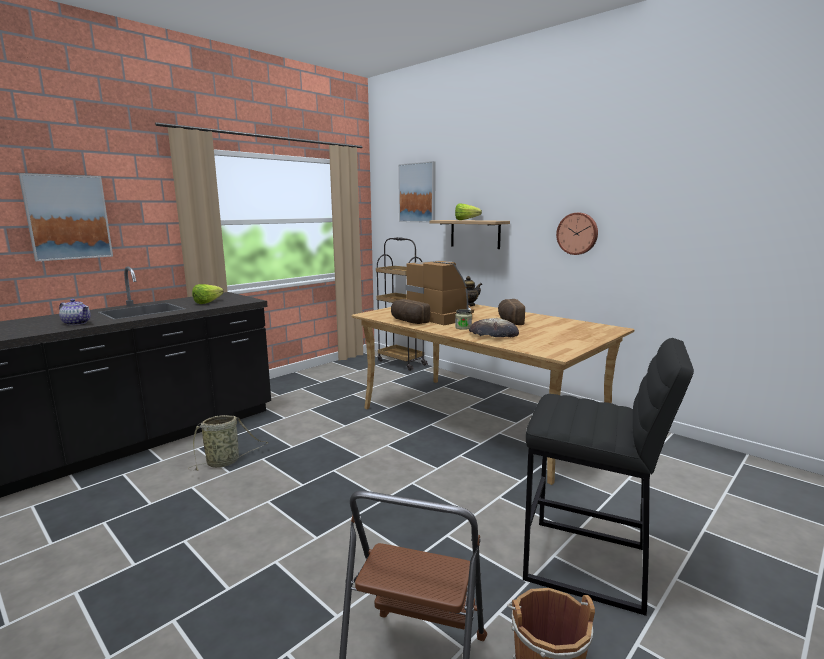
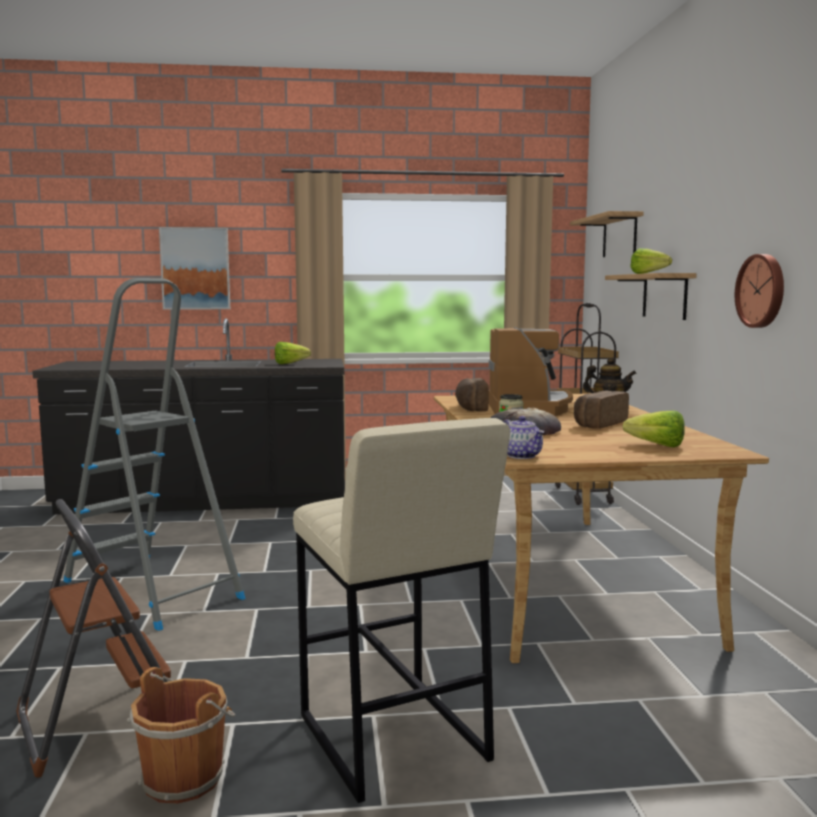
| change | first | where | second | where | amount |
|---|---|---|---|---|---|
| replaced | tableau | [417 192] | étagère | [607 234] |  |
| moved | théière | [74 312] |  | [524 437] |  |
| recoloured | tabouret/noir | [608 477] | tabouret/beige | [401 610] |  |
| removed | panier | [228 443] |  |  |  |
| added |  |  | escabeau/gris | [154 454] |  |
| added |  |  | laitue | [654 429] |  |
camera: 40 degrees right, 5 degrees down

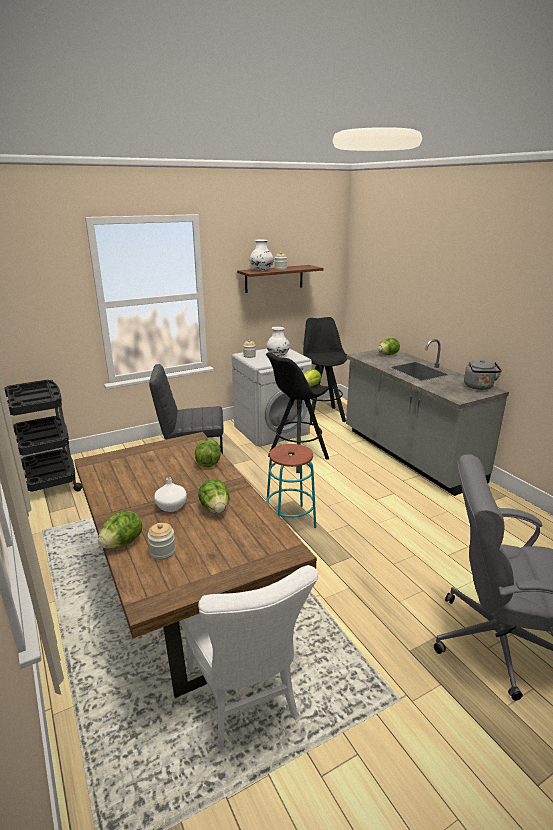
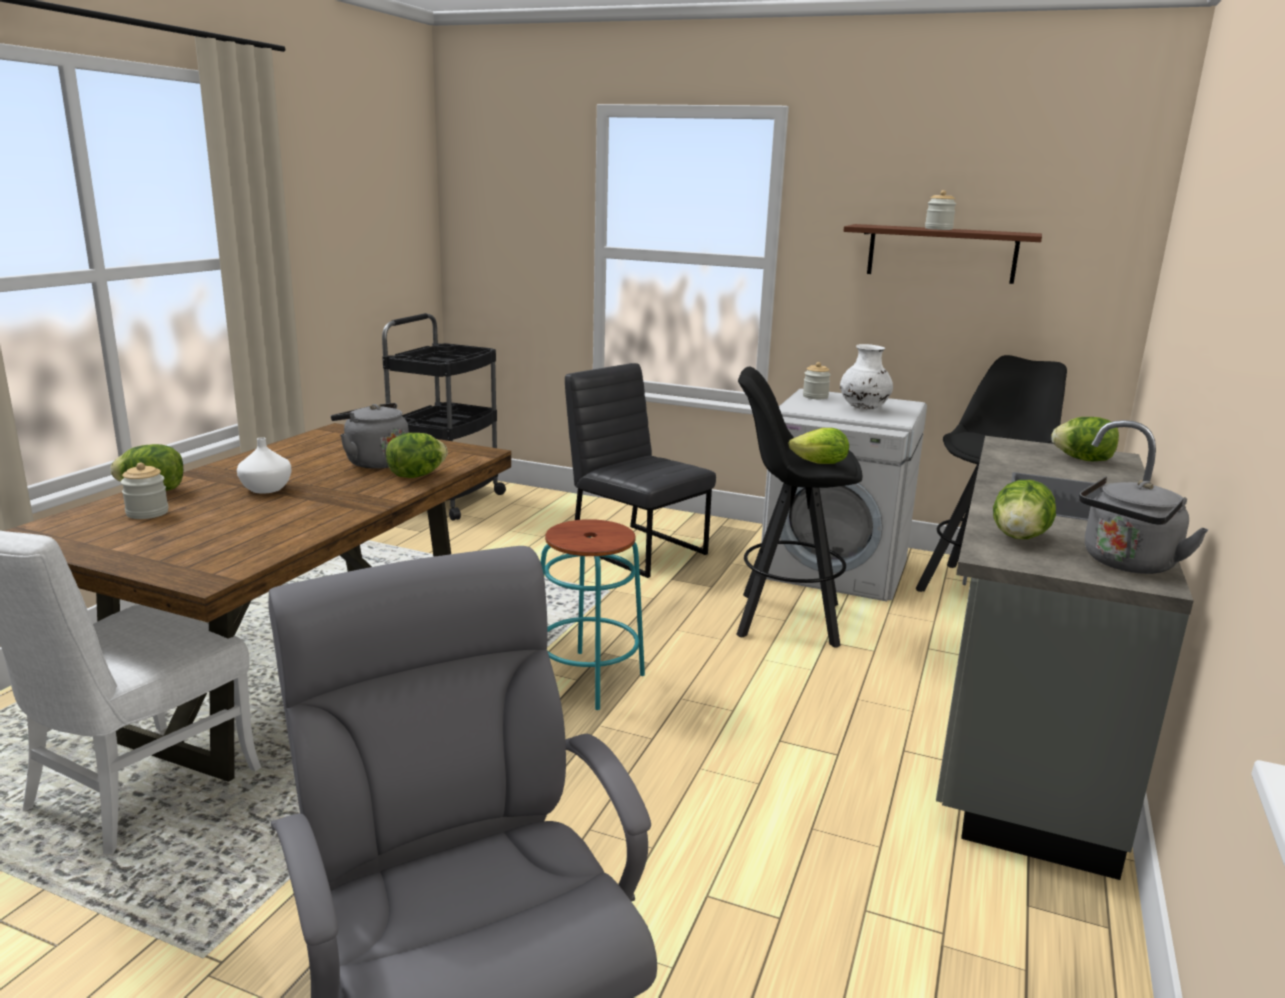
| change | first | where | second | where | amount |
|---|---|---|---|---|---|
| removed | vase/blanc | [262 255] |  |  |  |
| moved | laitue | [213 496] |  | [1024 509] |  |
| added |  |  | bouilloire/gris | [370 436] |  |
camera: 50 degrees right, 5 degrees down

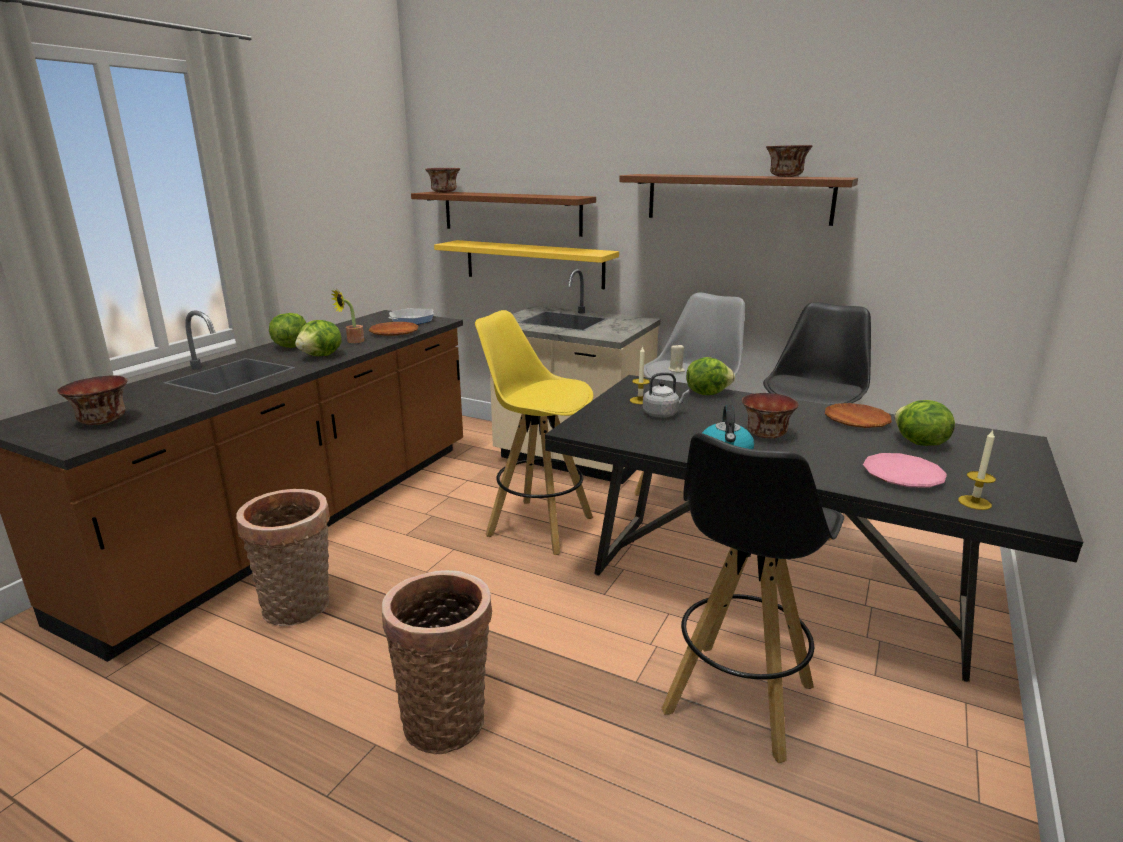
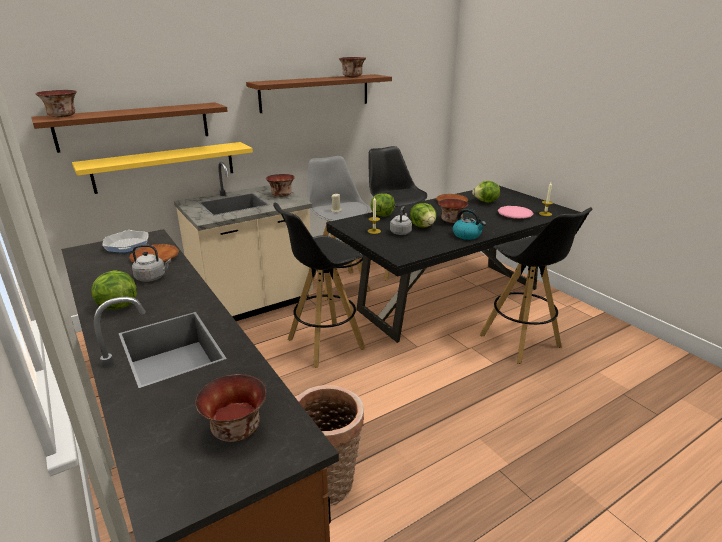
| change | first | where | second | where | amount |
|---|---|---|---|---|---|
| replaced | plante en pot | [348 316] | bouilloire/gris | [151 263] |  |
| recoloured | tabouret/jaune | [534 432] | tabouret/noir | [319 285] |  |
| moved | laitue | [318 338] |  | [423 215] |  |
| removed | panier | [437 662] |  |  |  |
| added |  |  | bol | [280 185] |  |
camera: 60 degrees left, 5 degrees up

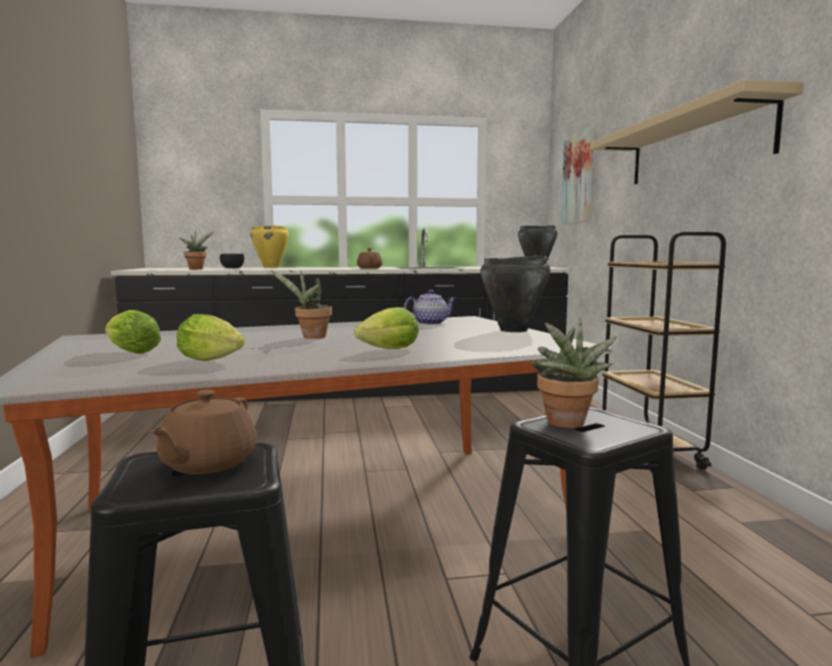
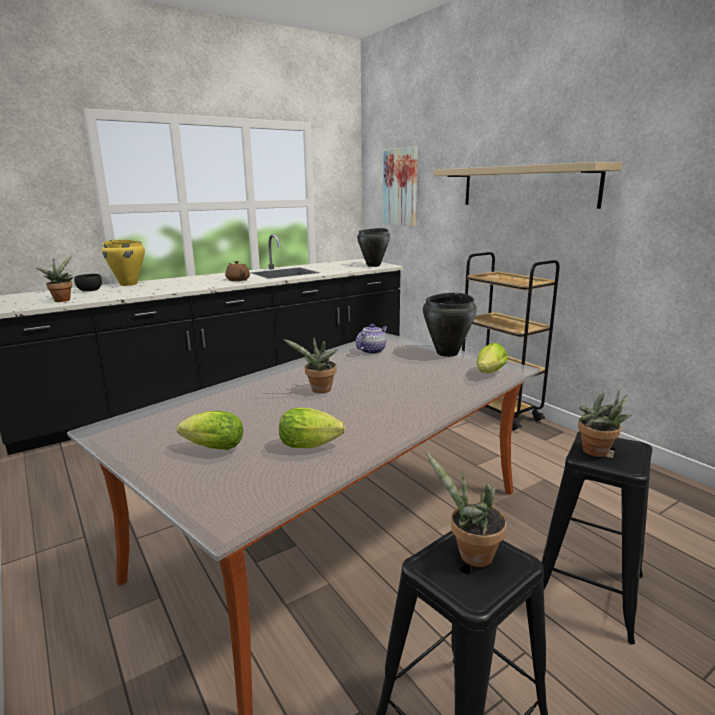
| change | first | where | second | where | amount |
|---|---|---|---|---|---|
| moved | laitue | [386 328] |  | [492 358] |  |
| replaced | théière/marron | [203 432] | plante en pot | [466 509] |  |
camera: 25 degrees left, 10 degrees up

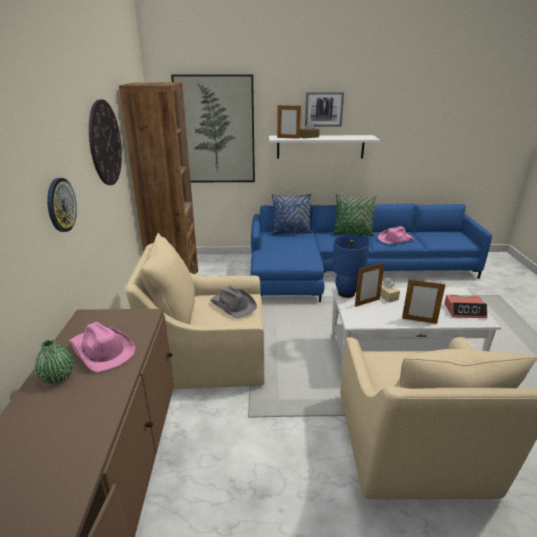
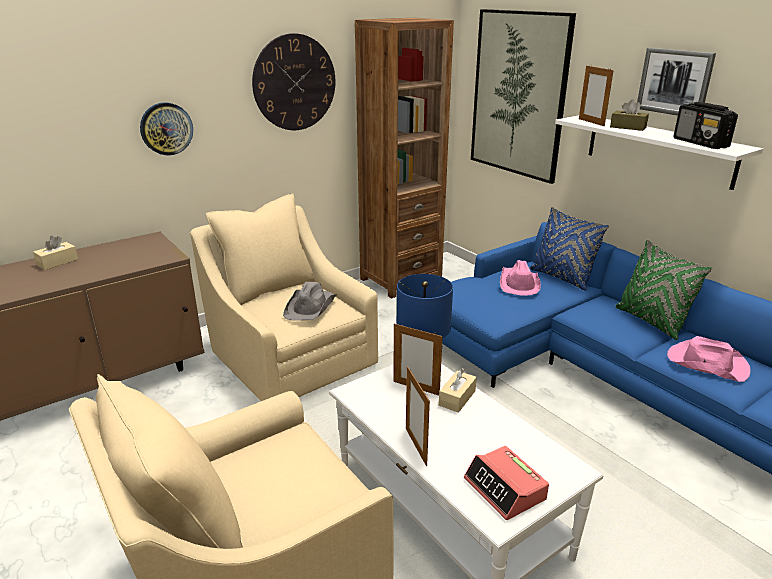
| change | first | where | second | where | amount |
|---|---|---|---|---|---|
| moved | chapeau/rose | [102 347] |  | [520 278] |  |
| replaced | vase/vert | [54 362] | boîte à mouchoirs/beige | [55 253] |  |
| added |  |  | radio | [705 125] |  |
camera: 55 degrees right, 0 degrees up

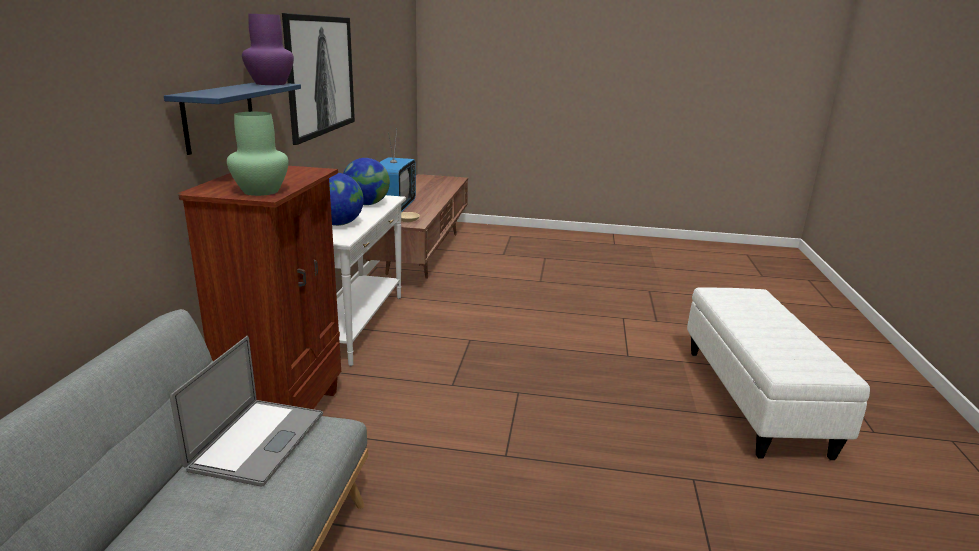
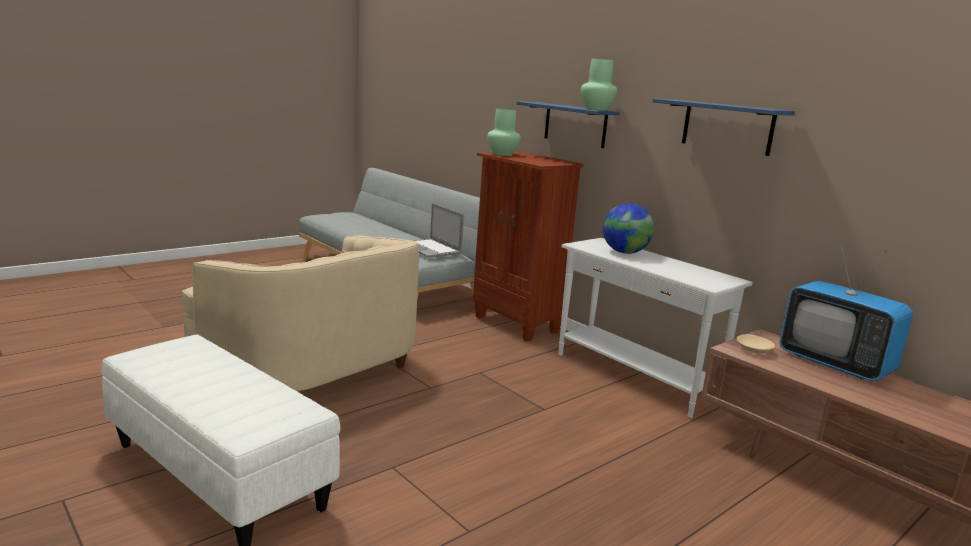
| change | first | where | second | where | amount |
|---|---|---|---|---|---|
| replaced | tableau | [318 79] | étagère/bleu | [724 127] |  |
| recoloured | vase/violet | [268 49] | vase/vert | [599 85] |  |
| removed | globe | [366 181] |  |  |  |
| added |  |  | fauteuil/beige | [300 313] |  |
camera: 130 degrees right, 5 degrees down

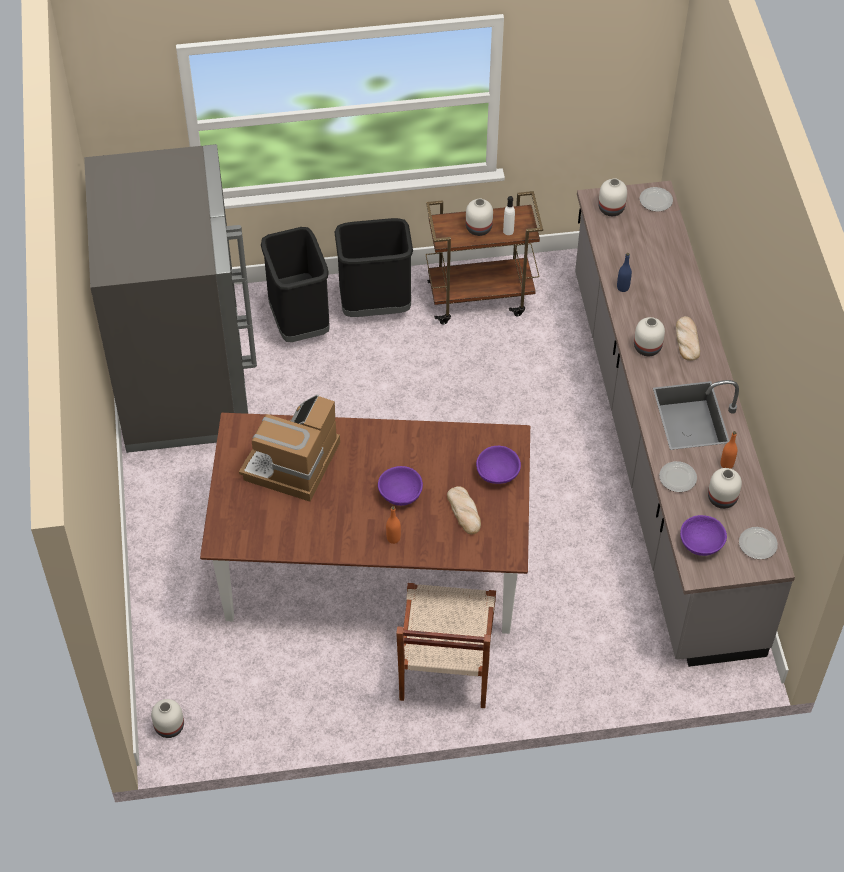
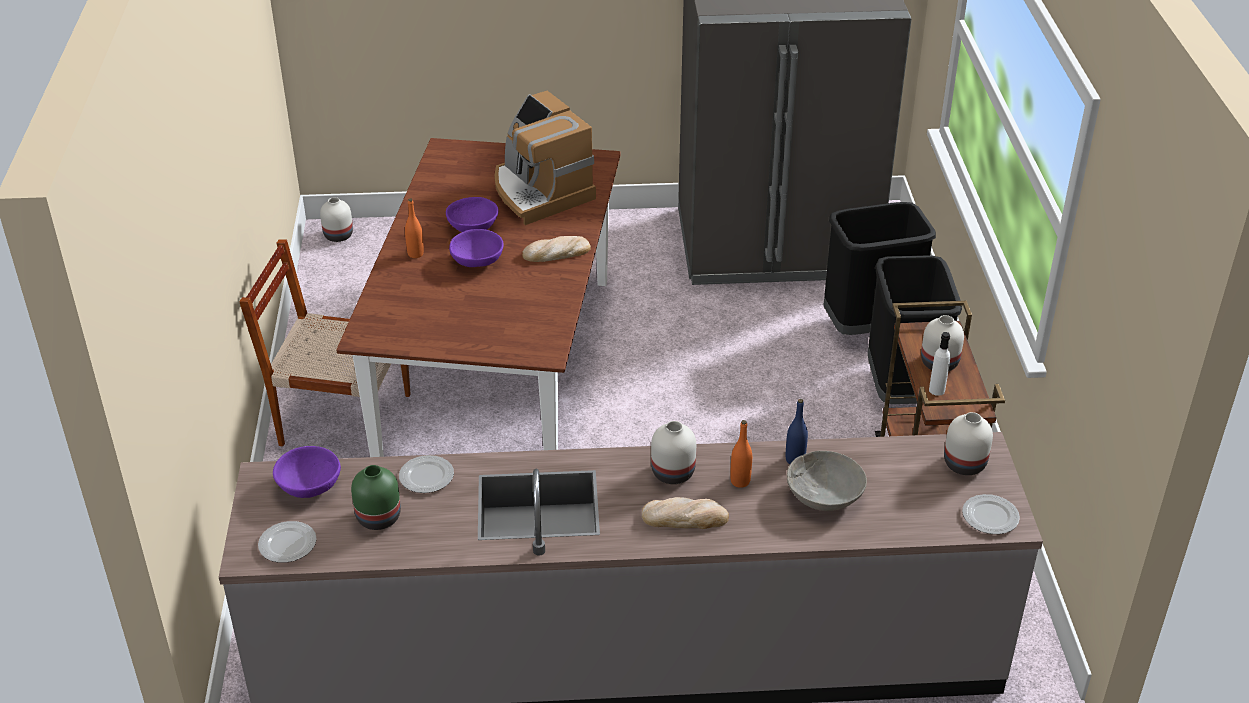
| change | first | where | second | where | amount |
|---|---|---|---|---|---|
| turned | machine à café | [289 448] |  | [545 158] | 150 degrees counterclockwise |
| moved | bouteille/orange | [729 450] |  | [741 454] |  |
| moved | bol/violet | [498 465] |  | [472 214] |  |
| recoloured | vase/blanc | [725 488] | vase/vert | [376 497] |  |
| moved | pain | [464 510] |  | [556 249] |  |
| added |  |  | bol/gris | [827 481] |  |
camera: 95 degrees right, 15 degrees down

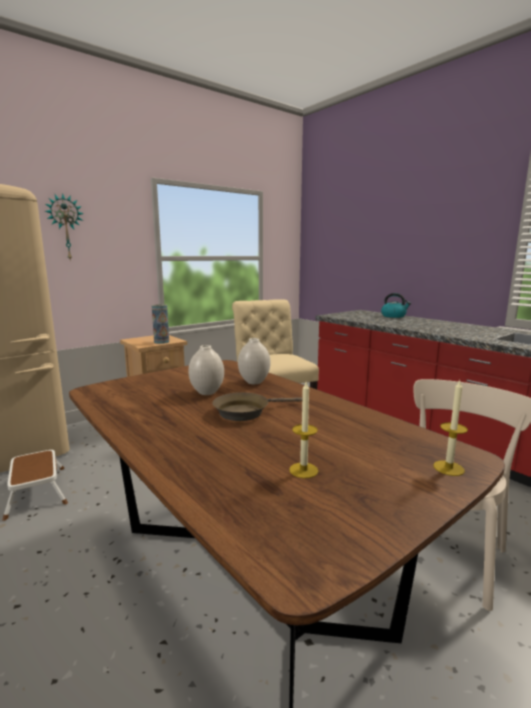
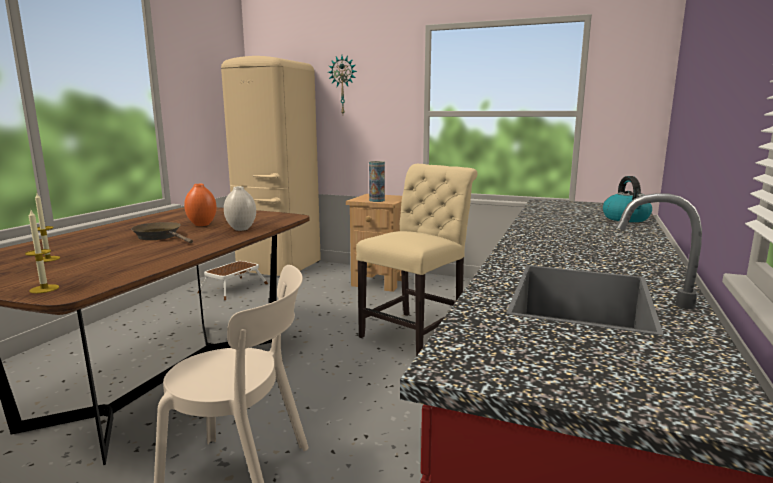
| change | first | where | second | where | amount |
|---|---|---|---|---|---|
| recoloured | vase/blanc | [206 370] | vase/orange | [200 205] |  |
camera: 60 degrees right, 0 degrees up

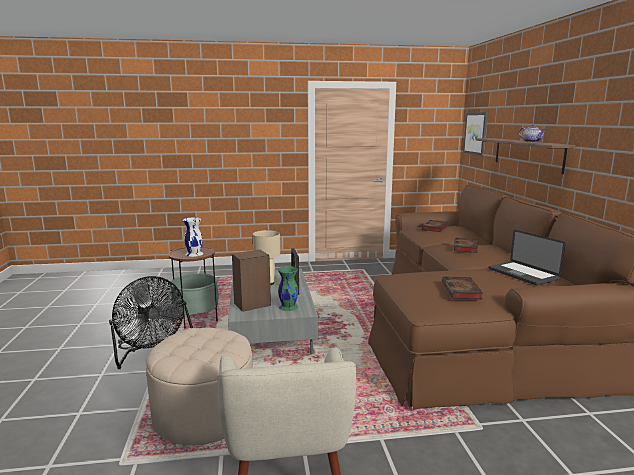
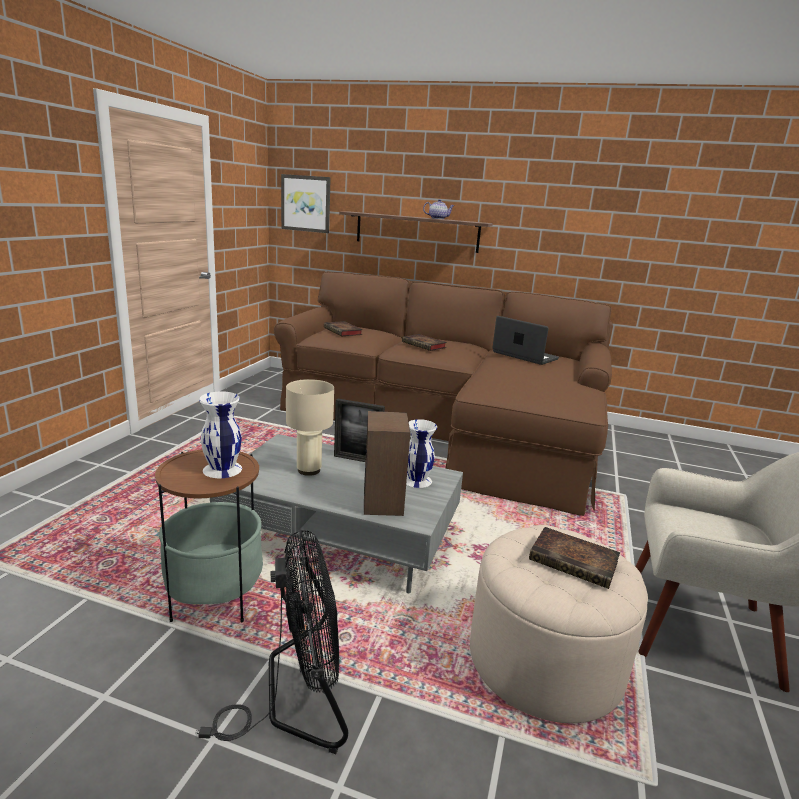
| change | first | where | second | where | amount |
|---|---|---|---|---|---|
| turned | ordinateur portable | [527 258] |  | [526 340] | 135 degrees counterclockwise |
| recoloured | vase/vert | [288 288] | vase/blanc | [421 453] |  |
| moved | livre | [462 288] |  | [574 558] |  |
camera: 65 degrees left, 5 degrees up

